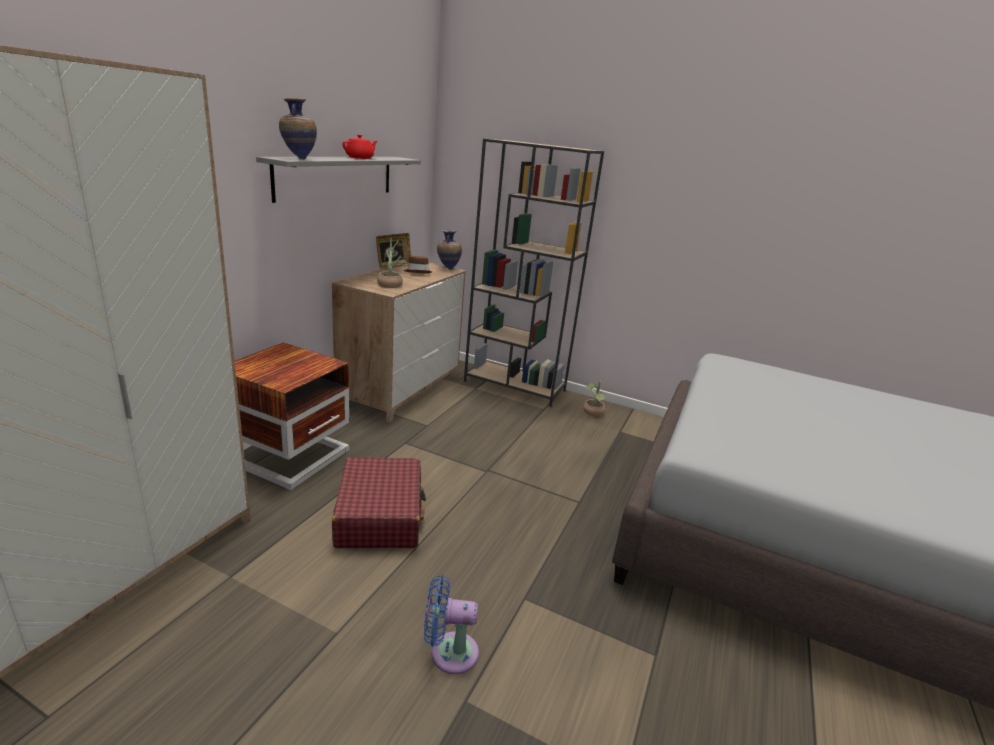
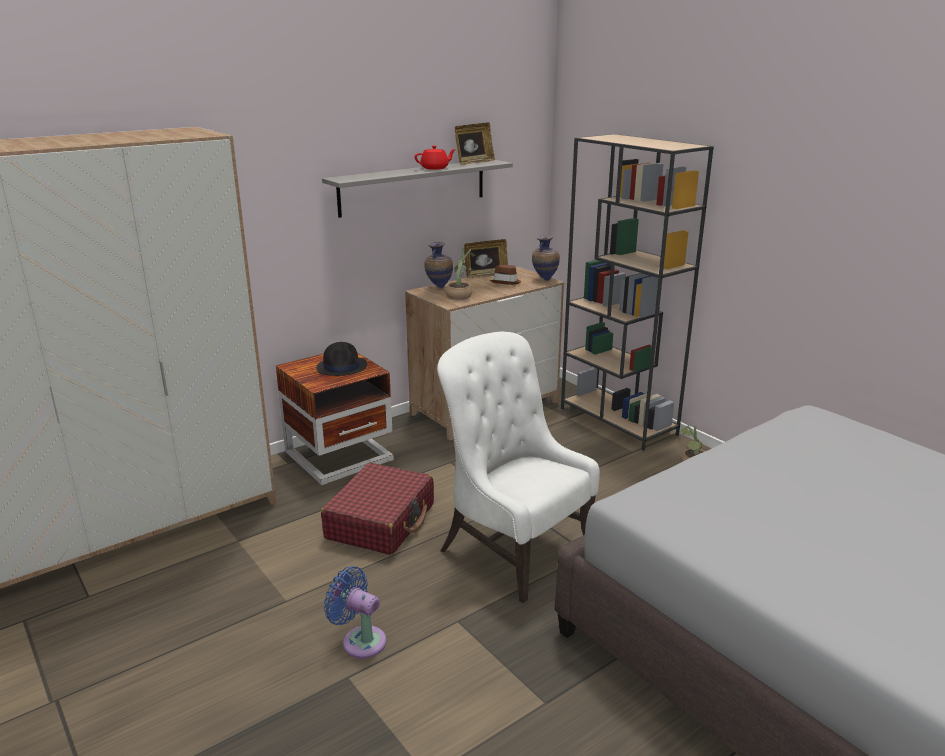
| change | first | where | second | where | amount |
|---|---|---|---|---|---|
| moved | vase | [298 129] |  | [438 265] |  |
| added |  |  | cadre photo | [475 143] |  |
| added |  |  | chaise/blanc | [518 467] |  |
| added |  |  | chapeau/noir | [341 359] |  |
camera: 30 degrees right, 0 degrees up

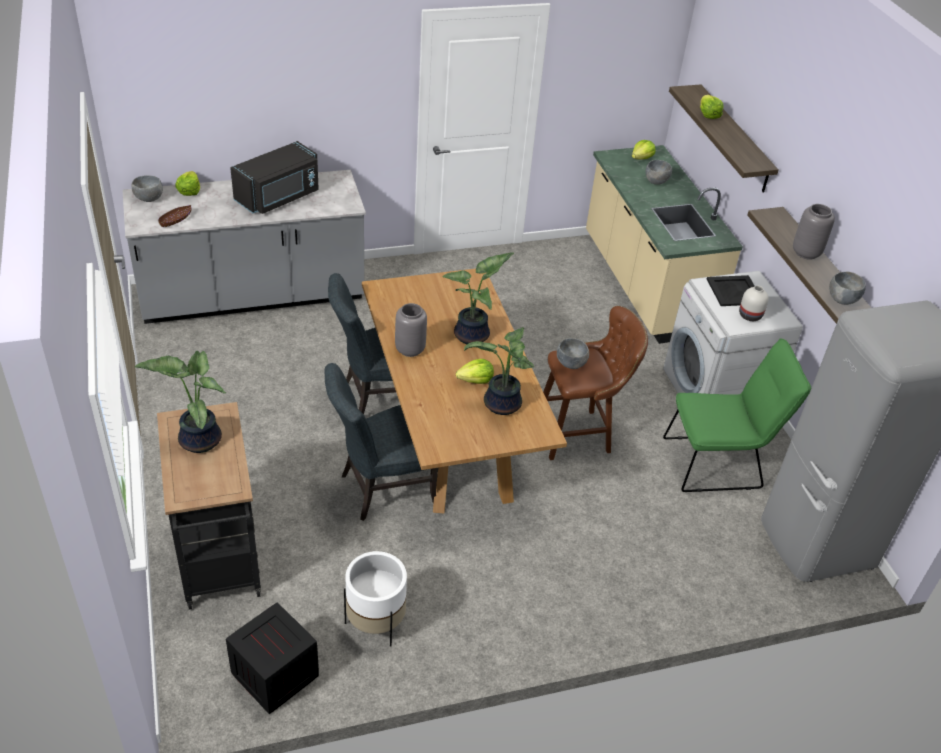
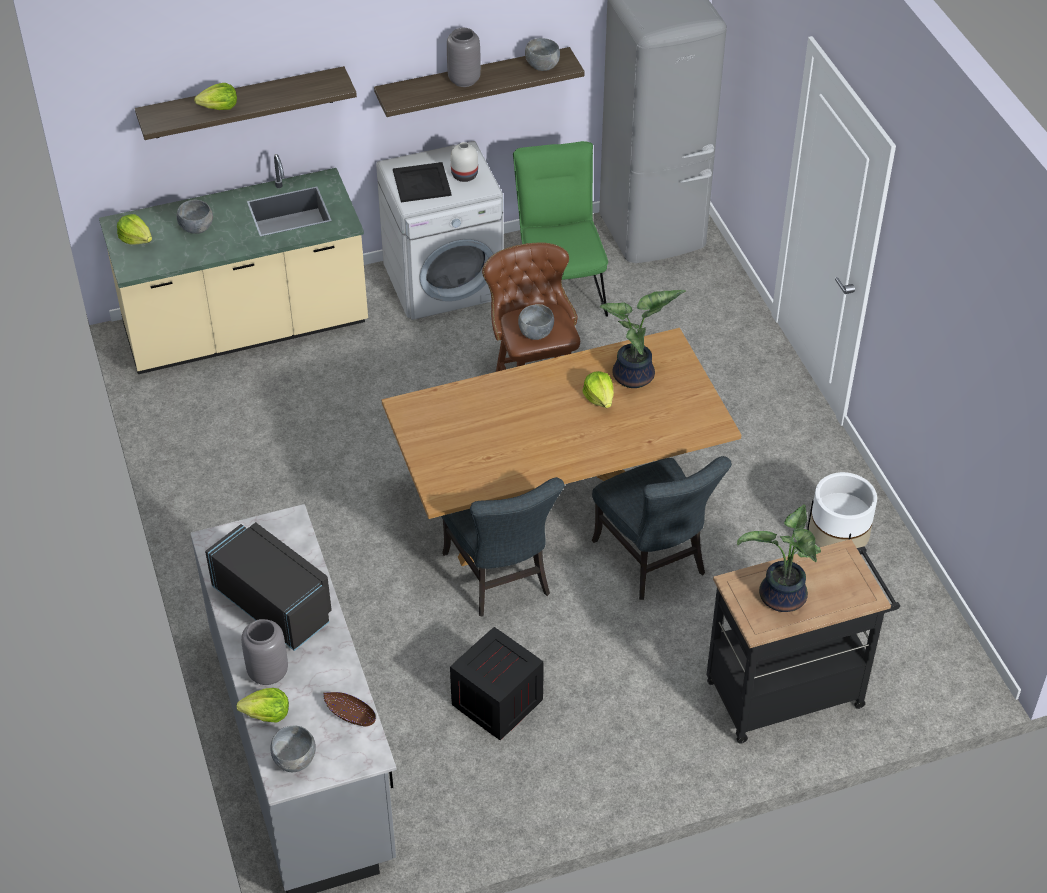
| change | first | where | second | where | amount |
|---|---|---|---|---|---|
| removed | plante en pot | [478 298] |  |  |  |
| moved | vase/gris | [411 330] |  | [264 652] |  |
| moved | caisse | [272 658] |  | [497 683] |  |
camera: 90 degrees left, 5 degrees up

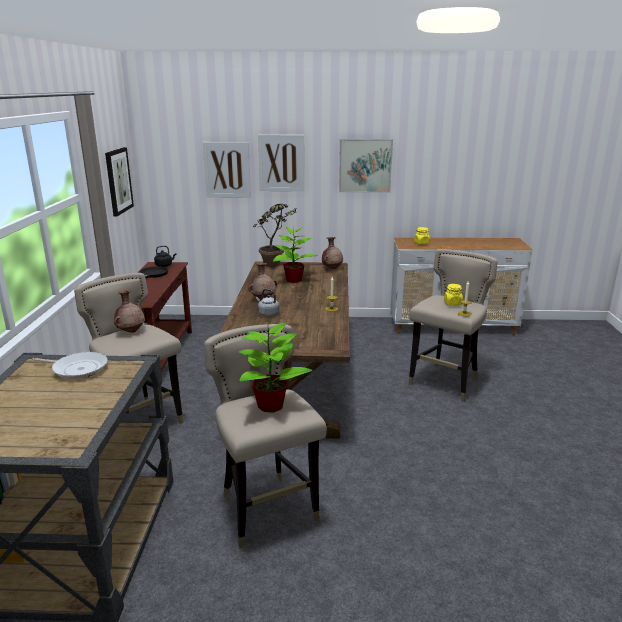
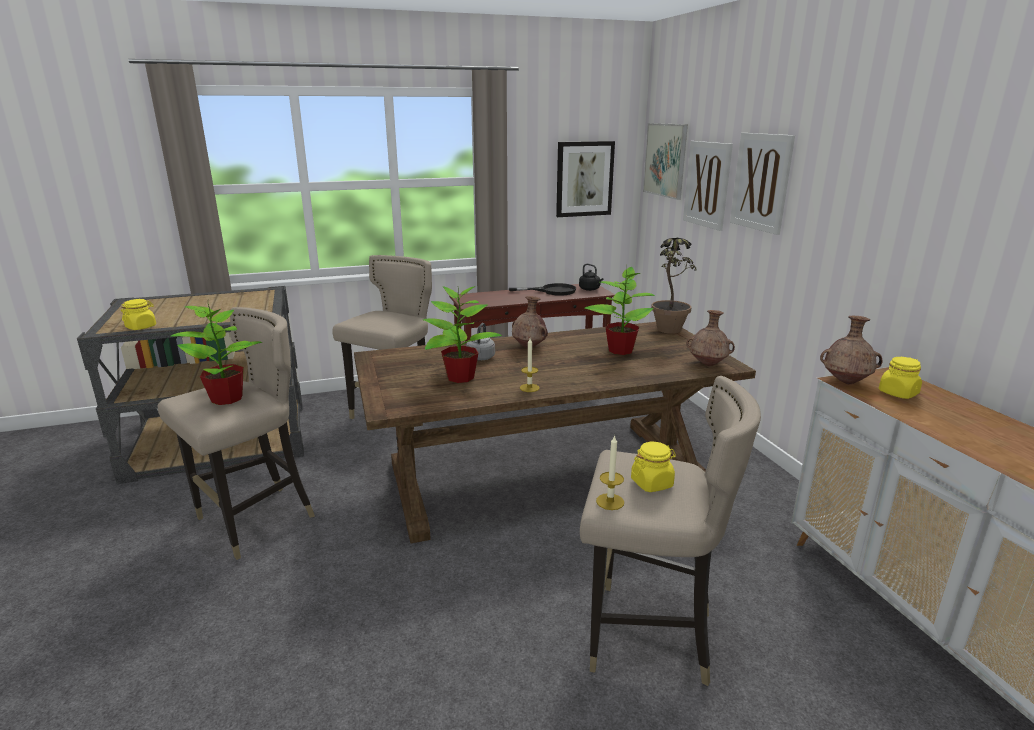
| change | first | where | second | where | amount |
|---|---|---|---|---|---|
| moved | tableau | [366 166] |  | [665 161] |  |
| moved | vase/marron | [129 311] |  | [851 350] |  |
| removed | poêle | [70 365] |  |  |  |
| added |  |  | plante en pot | [462 334] |  |
| added |  |  | bocal/jaune | [138 314] |  |
camera: 70 degrees right, 0 degrees up

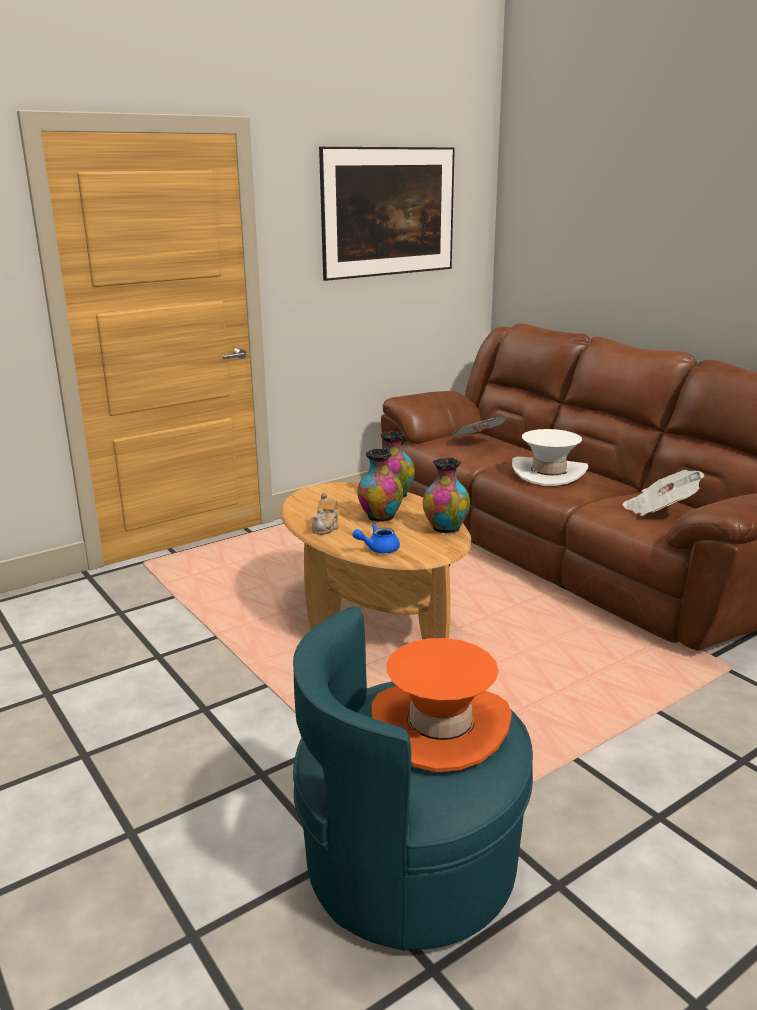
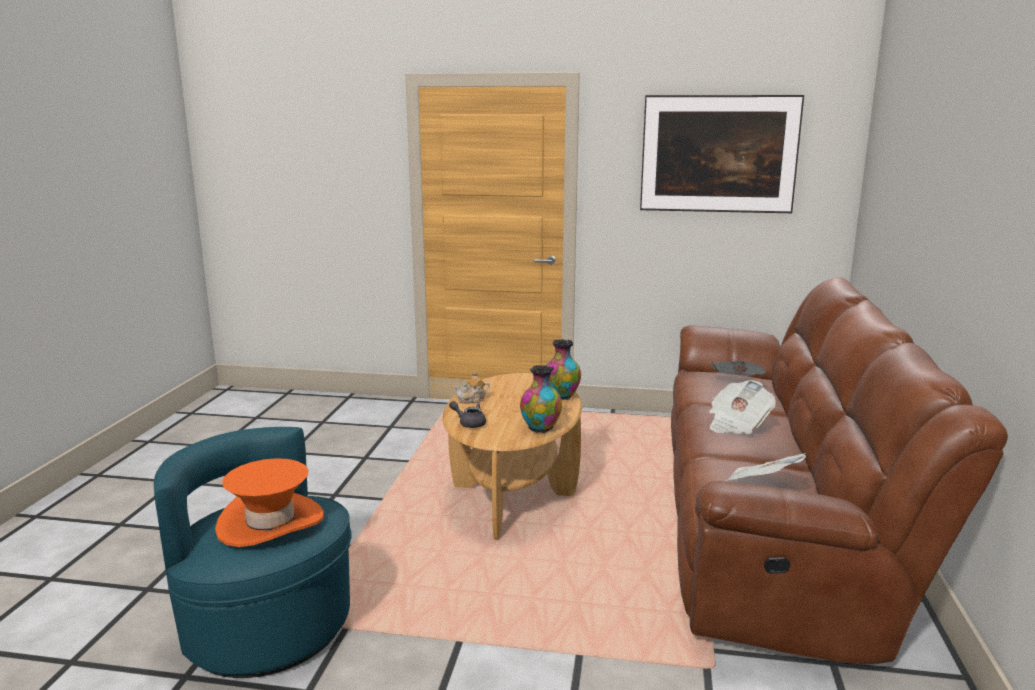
| change | first | where | second | where | amount |
|---|---|---|---|---|---|
| replaced | chapeau/blanc | [550 457] | journal | [742 407] |  |
| removed | vase | [380 485] |  |  |  |
| recoloured | théière/bleu | [376 538] | théière/gris | [467 414] |  |
camera: 45 degrees right, 5 degrees down

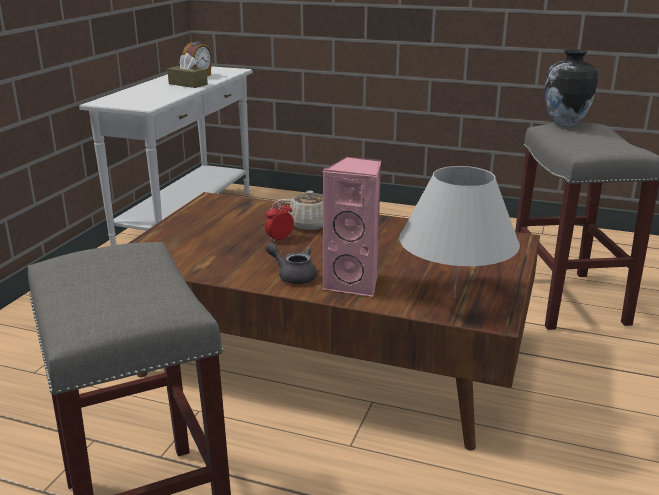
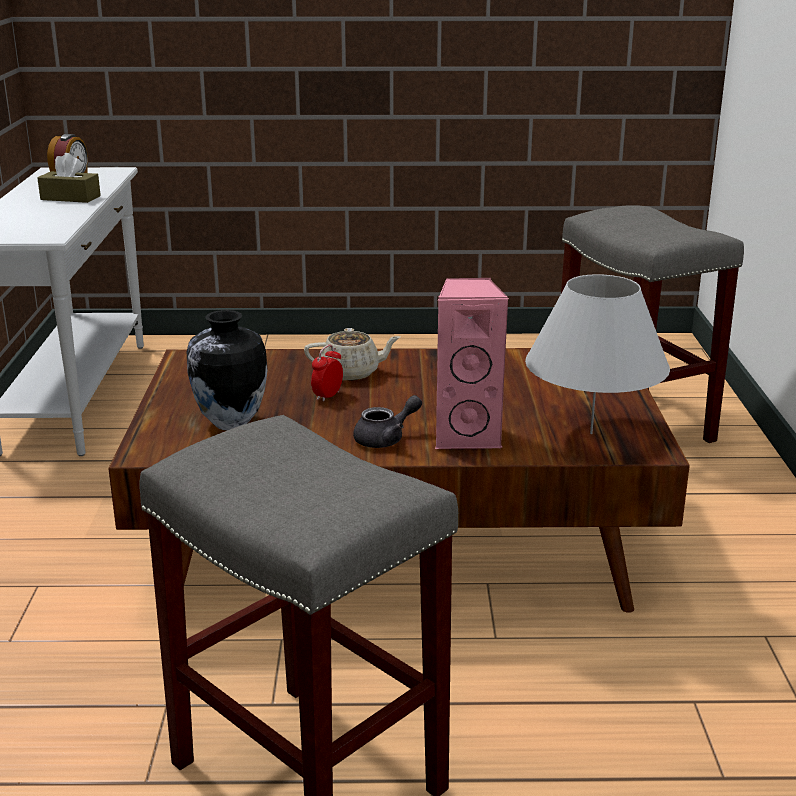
| change | first | where | second | where | amount |
|---|---|---|---|---|---|
| moved | vase | [571 88] |  | [227 370] |  |
| turned | théière/gris | [291 263] |  | [387 421] | 135 degrees clockwise |
camera: 20 degrees left, 0 degrees up

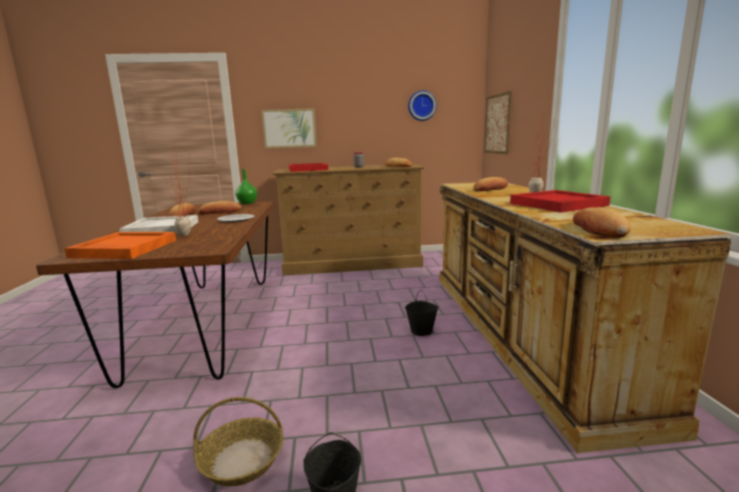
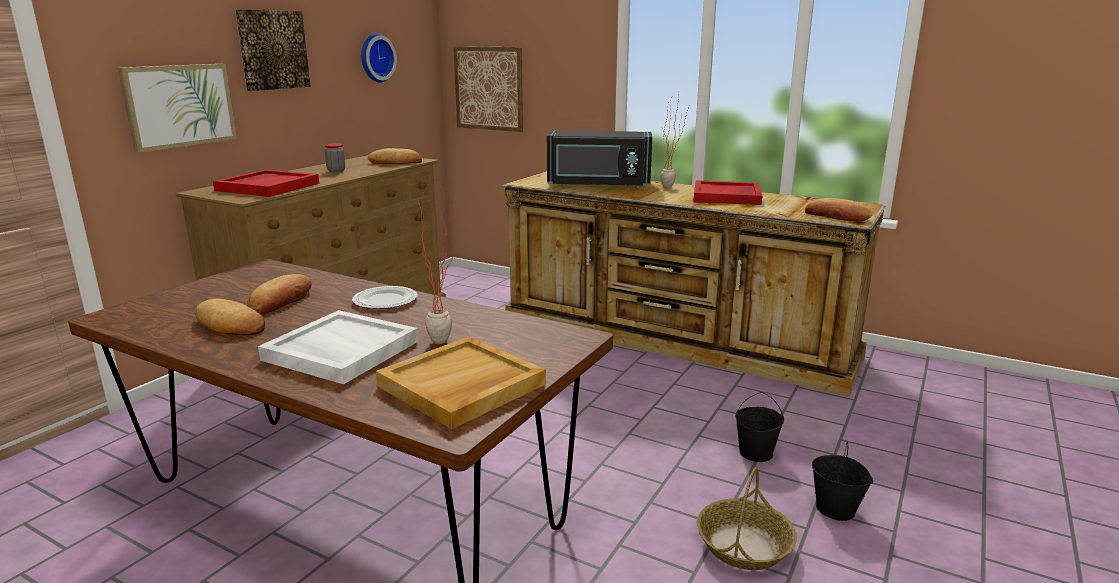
| change | first | where | second | where | amount |
|---|---|---|---|---|---|
| removed | vase/vert | [246 186] |  |  |  |
| replaced | pain | [490 184] | micro-ondes/noir | [599 159] |  |
| recoloured | plateau/orange | [120 245] | plateau/beige | [461 382] |  |
| moved | seau/noir | [421 313] |  | [759 427] |  |
| added |  |  | tableau | [273 50] |  |
camera: 55 degrees left, 5 degrees up

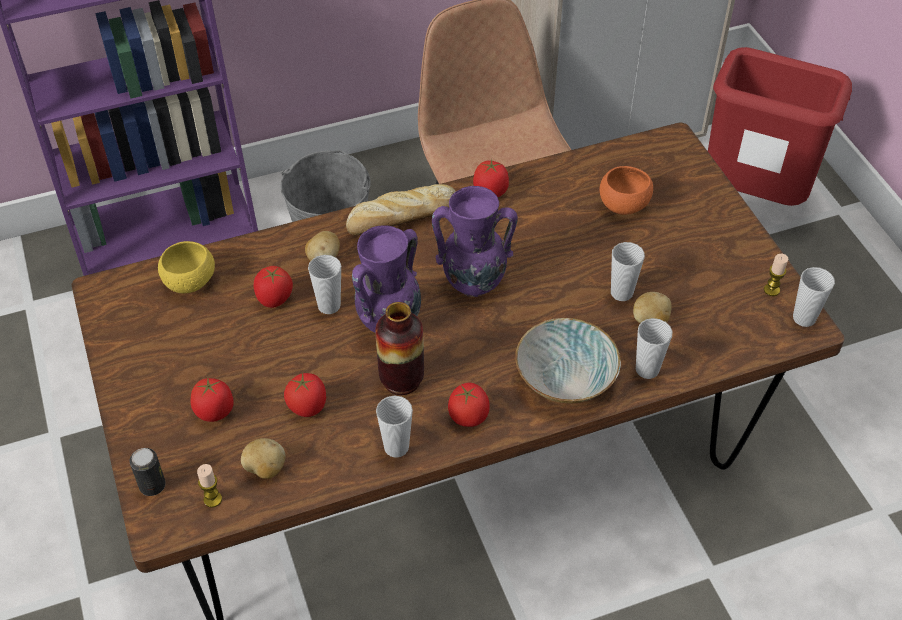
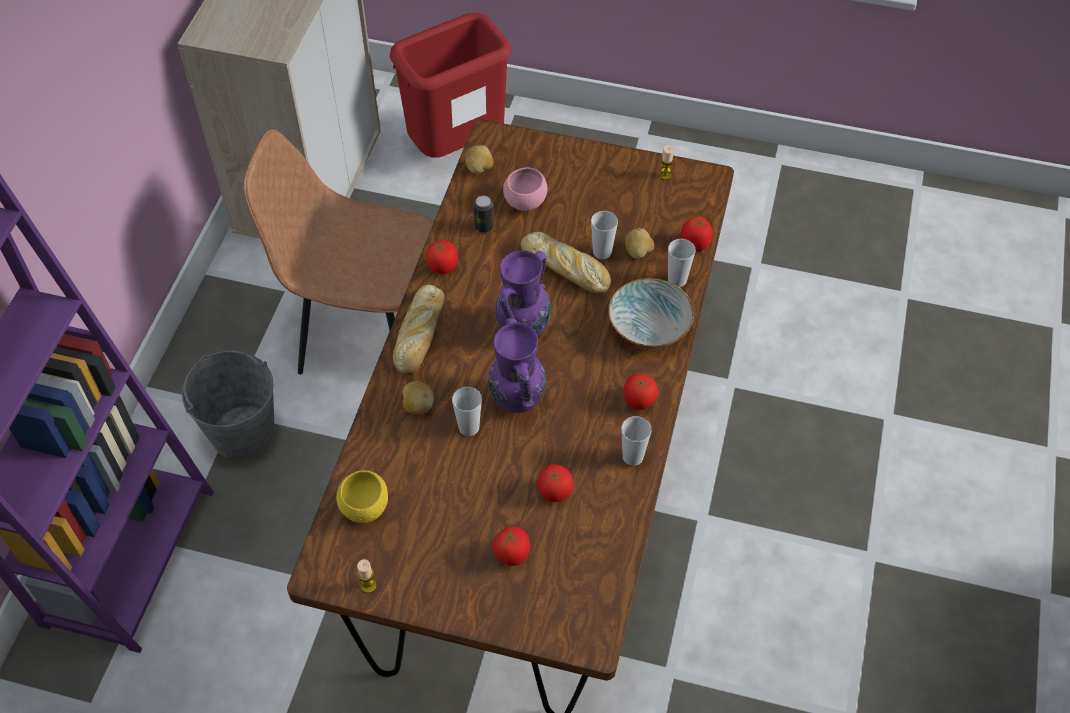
| change | first | where | second | where | amount |
|---|---|---|---|---|---|
| recoloured | bol/orange | [626 190] | bol/rose | [525 189] |  |
| moved | tomate | [273 287] |  | [697 234] |  |
| removed | tasse | [814 297] |  |  |  |
| removed | vase | [399 348] |  |  |  |
| moved | pomme de terre | [263 458] |  | [479 159] |  |
| moved | boîte métallique | [147 472] |  | [484 214] |  |
| moved | bougie | [209 486] |  | [367 576] |  |
| added |  |  | pain | [565 263] |  |
camera: 55 degrees left, 5 degrees up

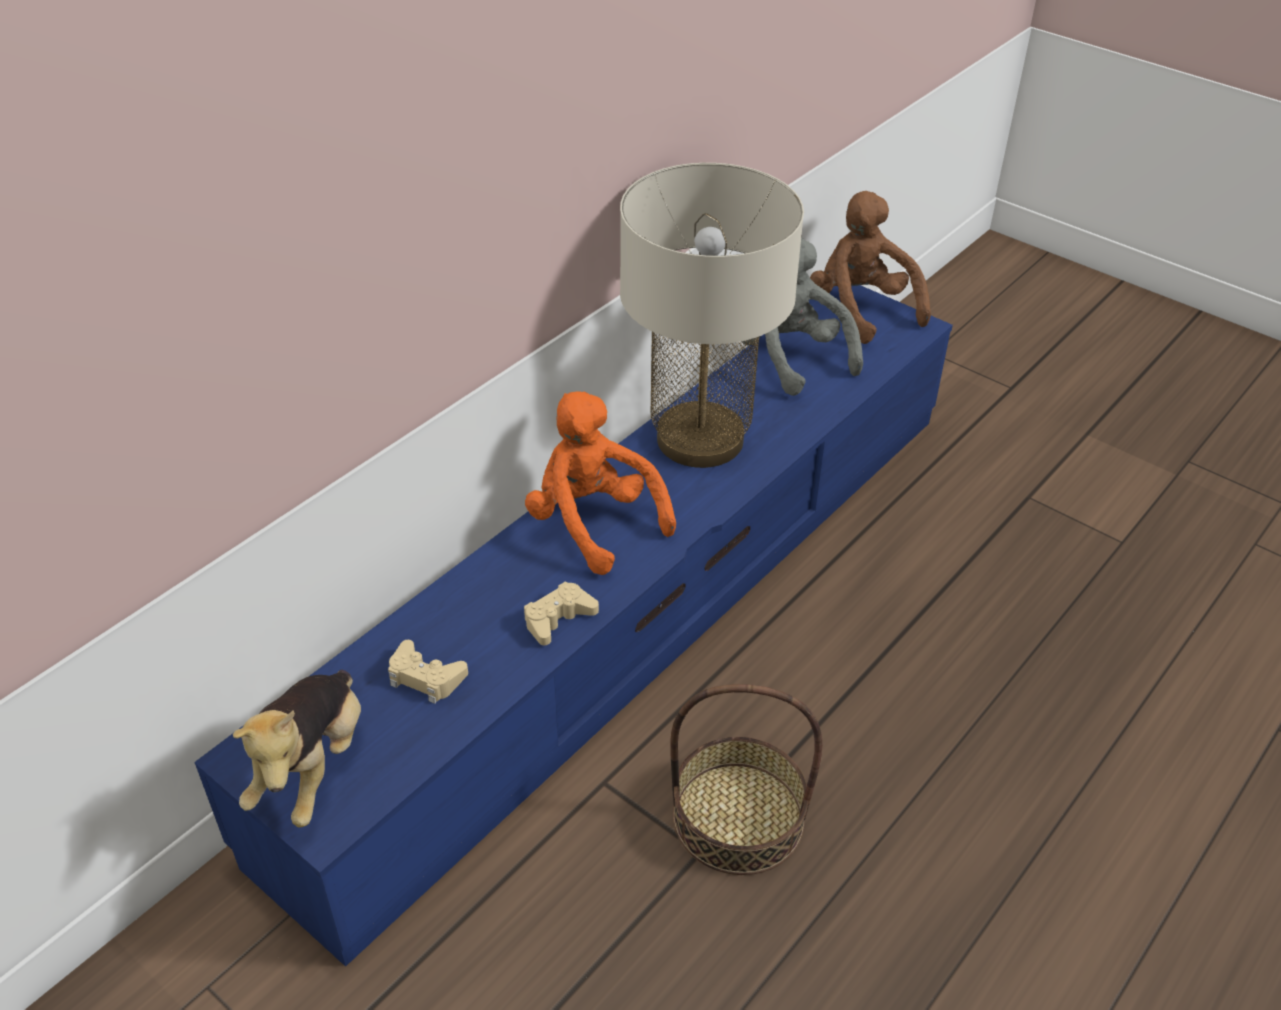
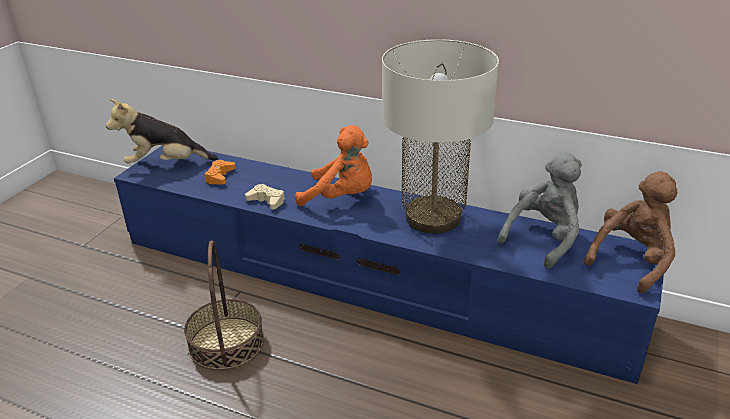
| change | first | where | second | where | amount |
|---|---|---|---|---|---|
| turned | peluche/orange | [600 483] |  | [333 166] | 75 degrees clockwise |
| recoloured | manette/beige | [428 672] | manette/orange | [220 172] |  |
camera: 75 degrees right, 10 degrees down

